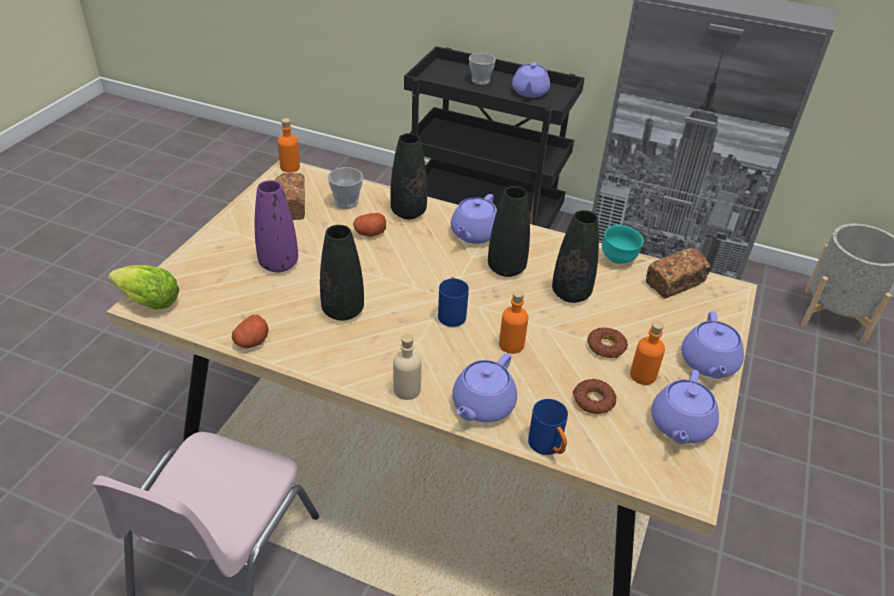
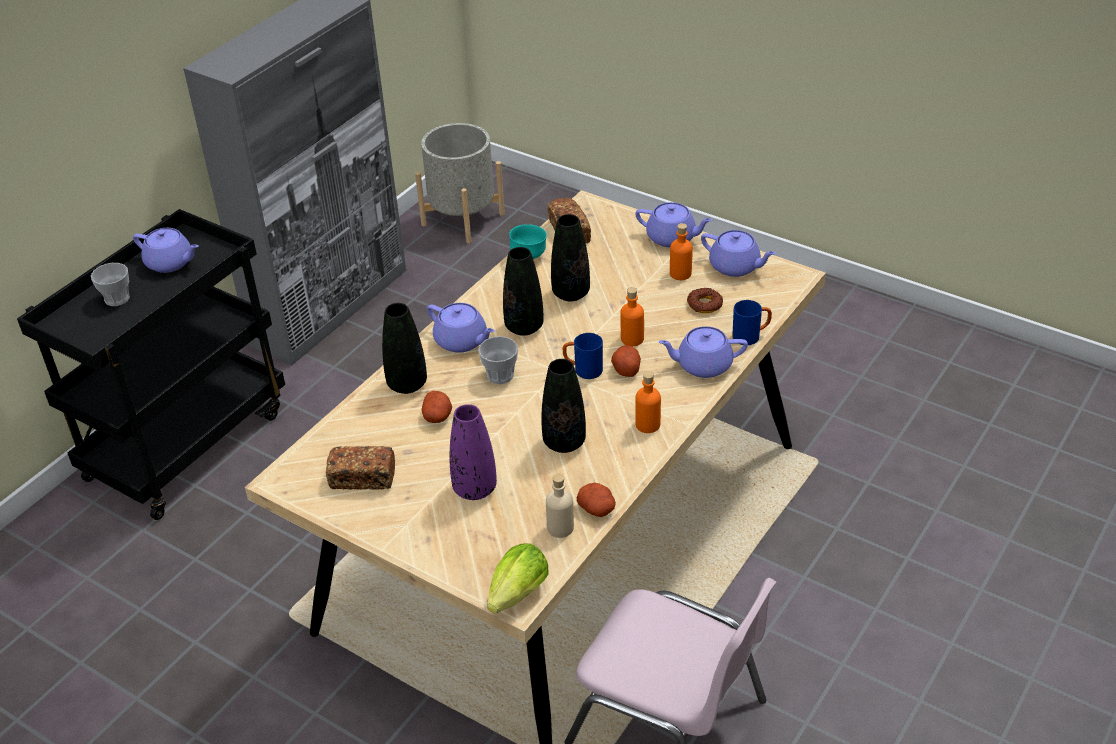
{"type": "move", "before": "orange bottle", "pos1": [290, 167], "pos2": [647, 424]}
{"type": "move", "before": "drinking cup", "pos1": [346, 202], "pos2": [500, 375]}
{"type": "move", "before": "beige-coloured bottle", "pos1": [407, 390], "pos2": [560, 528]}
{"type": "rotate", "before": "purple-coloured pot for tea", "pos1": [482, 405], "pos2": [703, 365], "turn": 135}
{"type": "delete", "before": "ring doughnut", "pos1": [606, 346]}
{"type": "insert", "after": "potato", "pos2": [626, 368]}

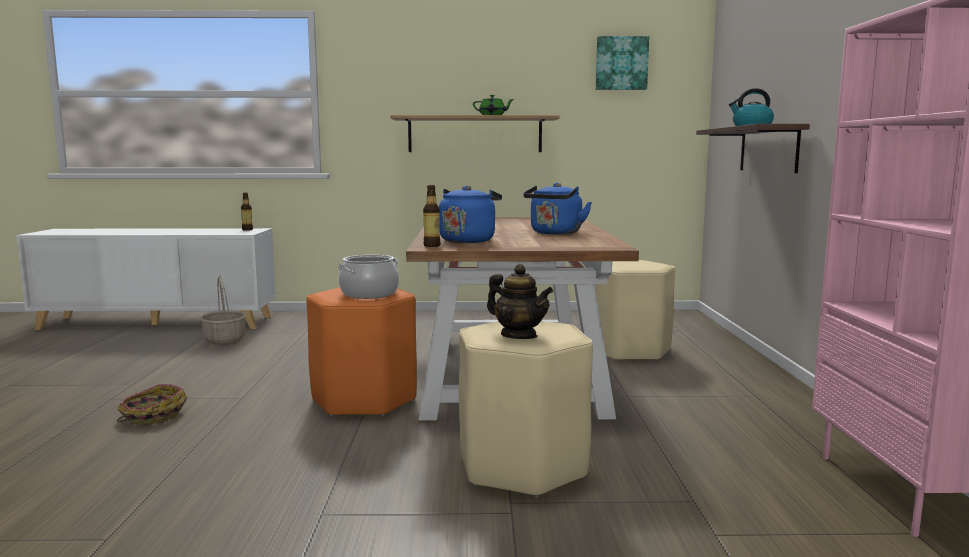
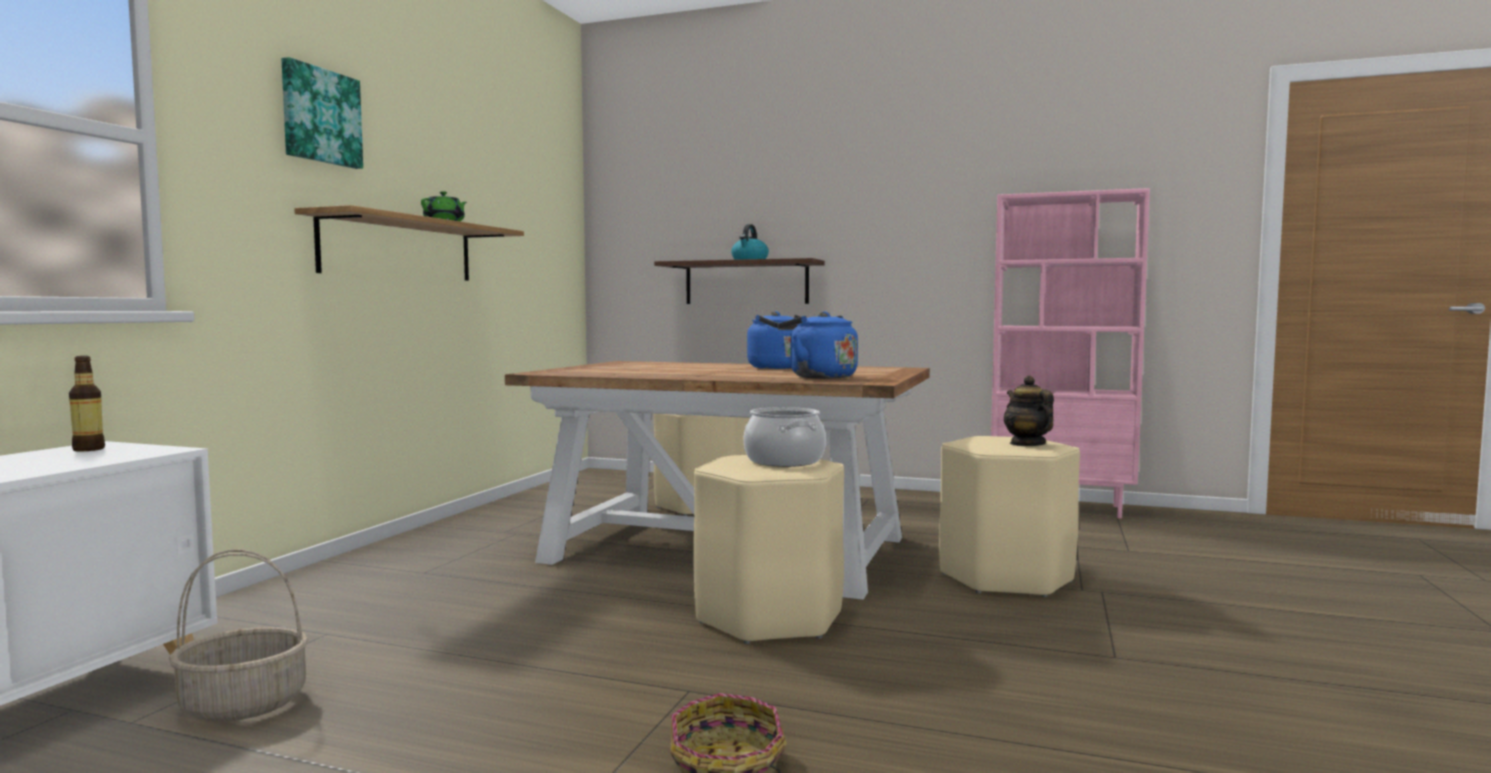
{"type": "recolor", "before": "orange stool seat", "after": "beige-coloured stool seat", "pos1": [364, 400], "pos2": [768, 617]}
{"type": "delete", "before": "bottle", "pos1": [432, 245]}
{"type": "rotate", "before": "pot for tea", "pos1": [519, 336], "pos2": [1027, 444], "turn": -75}
{"type": "move", "before": "wall picture", "pos1": [621, 63], "pos2": [320, 116]}

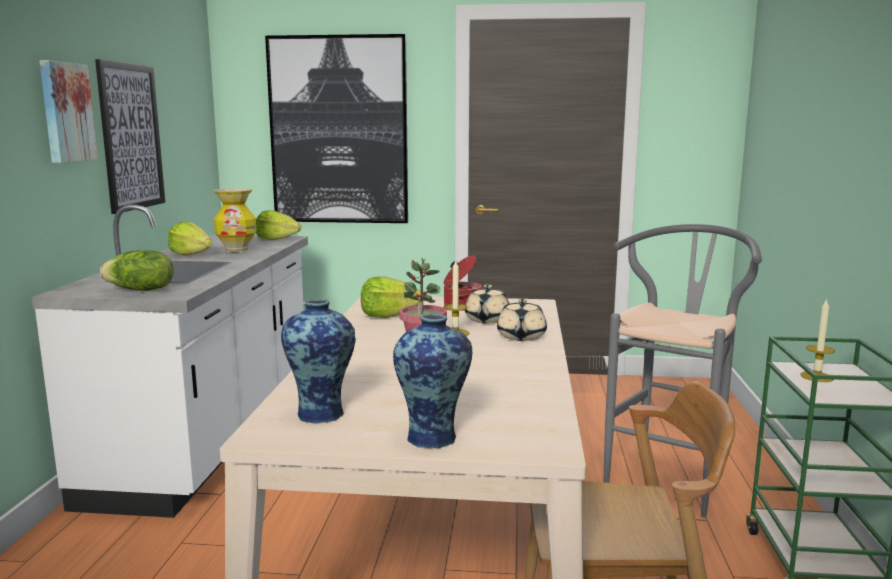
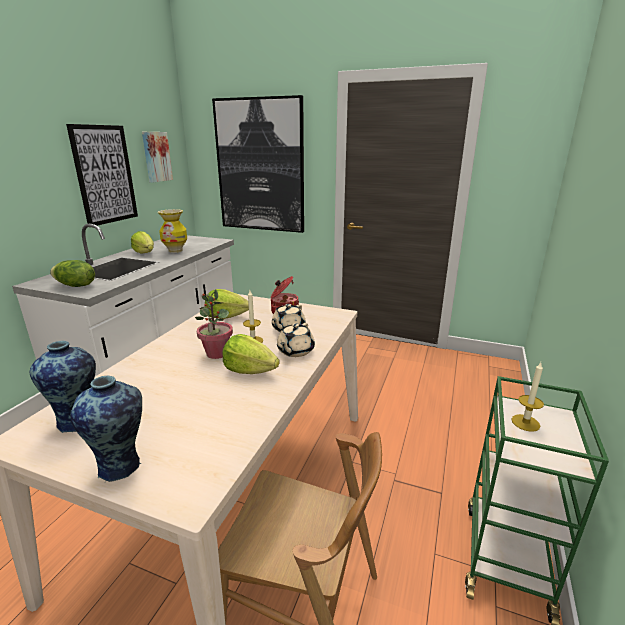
{"type": "move", "before": "wall picture", "pos1": [65, 112], "pos2": [156, 156]}
{"type": "move", "before": "head of lettuce", "pos1": [276, 239], "pos2": [249, 370]}
{"type": "delete", "before": "grey stool seat", "pos1": [670, 478]}

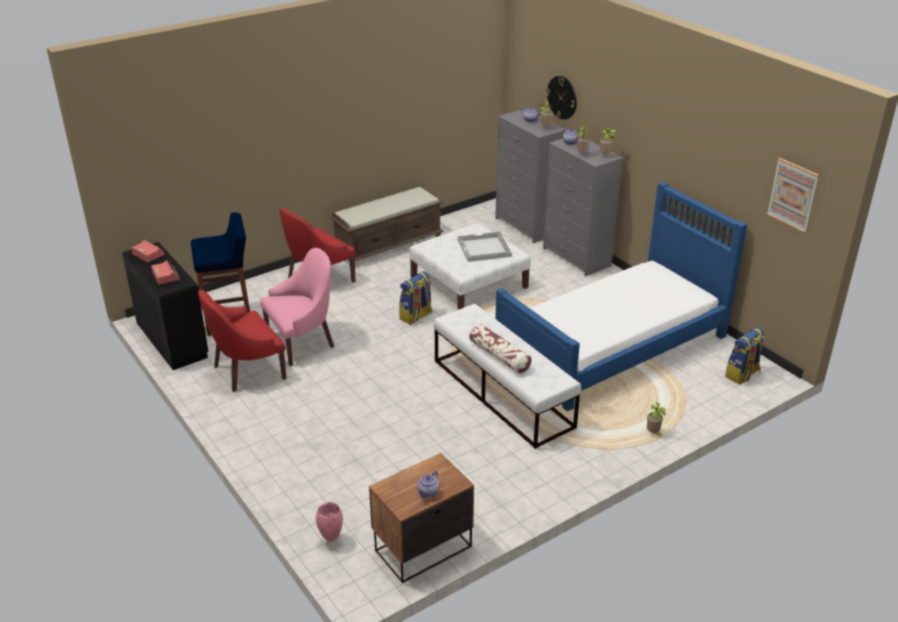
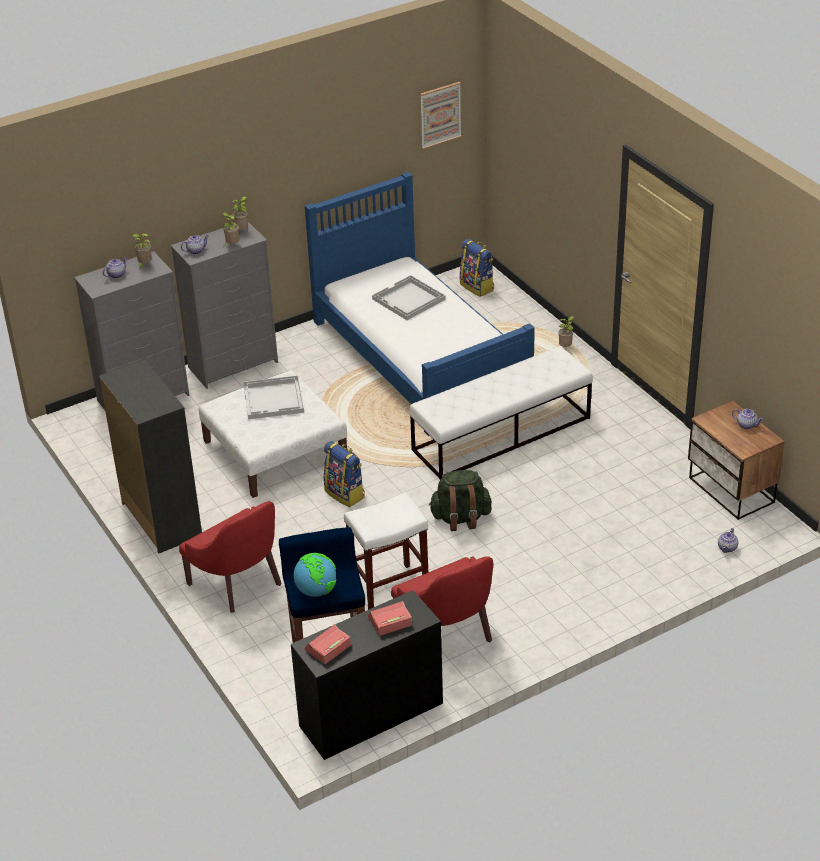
{"type": "replace", "before": "pink-coloured armchair", "after": "white-coloured stool seat", "pos1": [302, 342], "pos2": [390, 588]}
{"type": "replace", "before": "pink-coloured vase", "after": "pot for tea", "pos1": [330, 539], "pos2": [727, 548]}
{"type": "replace", "before": "brown-coloured long seat", "after": "blackish chest of drawers", "pos1": [388, 245], "pos2": [161, 519]}
{"type": "delete", "before": "cushion", "pos1": [499, 356]}
{"type": "delete", "before": "hanging clock", "pos1": [562, 97]}
{"type": "insert", "after": "world globe", "pos2": [316, 591]}
{"type": "insert", "after": "white-coloured carrying tray", "pos2": [408, 299]}
{"type": "insert", "after": "greenish backpack", "pos2": [460, 518]}

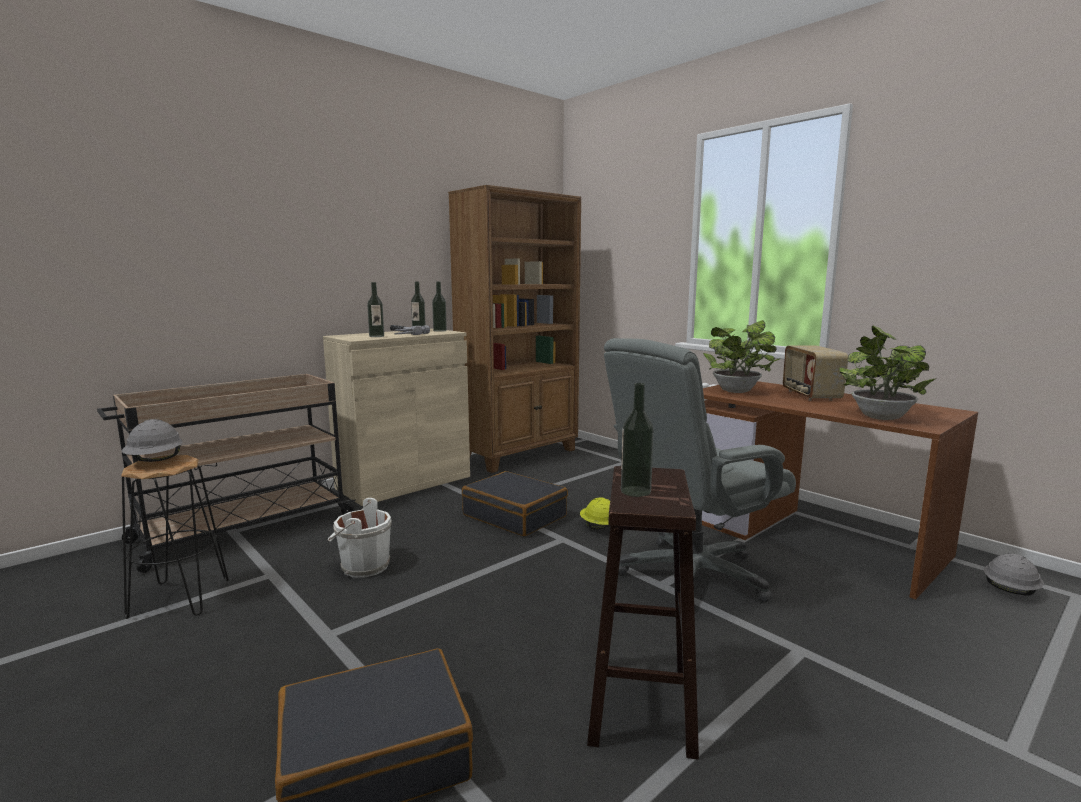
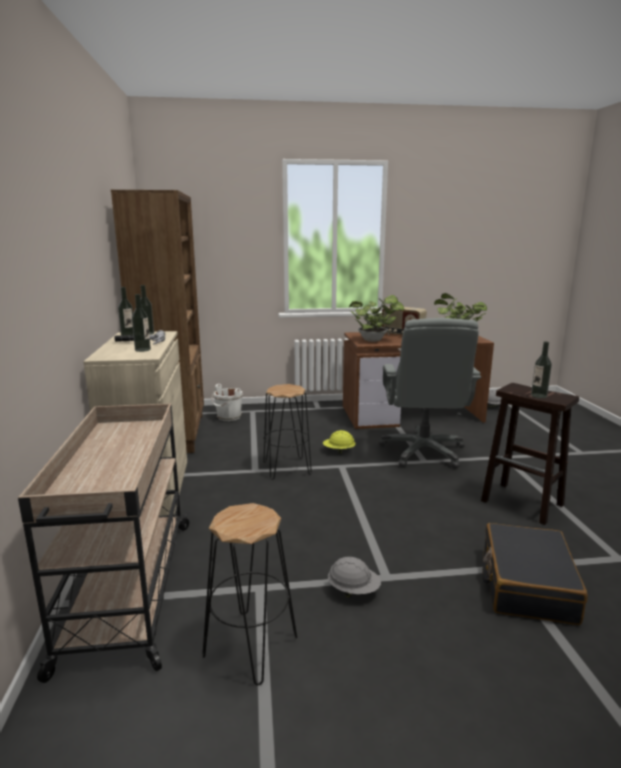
{"type": "move", "before": "grey work helmet", "pos1": [155, 461], "pos2": [353, 590]}
{"type": "move", "before": "white-coloured water bucket", "pos1": [363, 566], "pos2": [228, 417]}
{"type": "replace", "before": "blackish piece of luggage", "after": "blackish stool seat", "pos1": [515, 516], "pos2": [286, 468]}

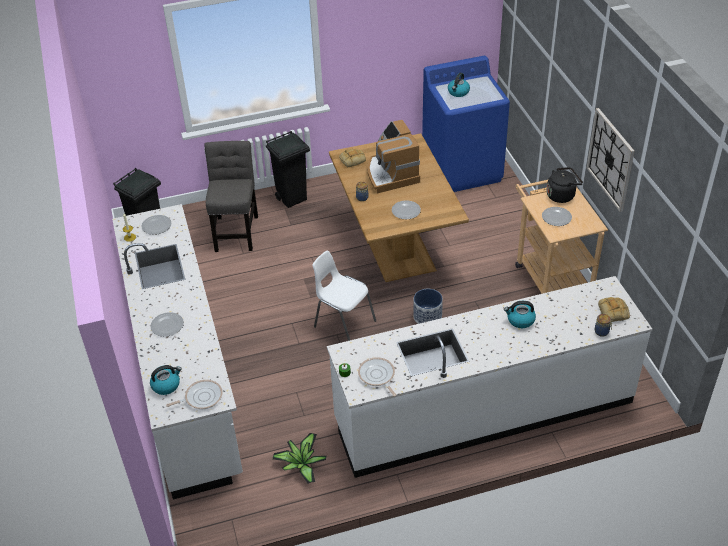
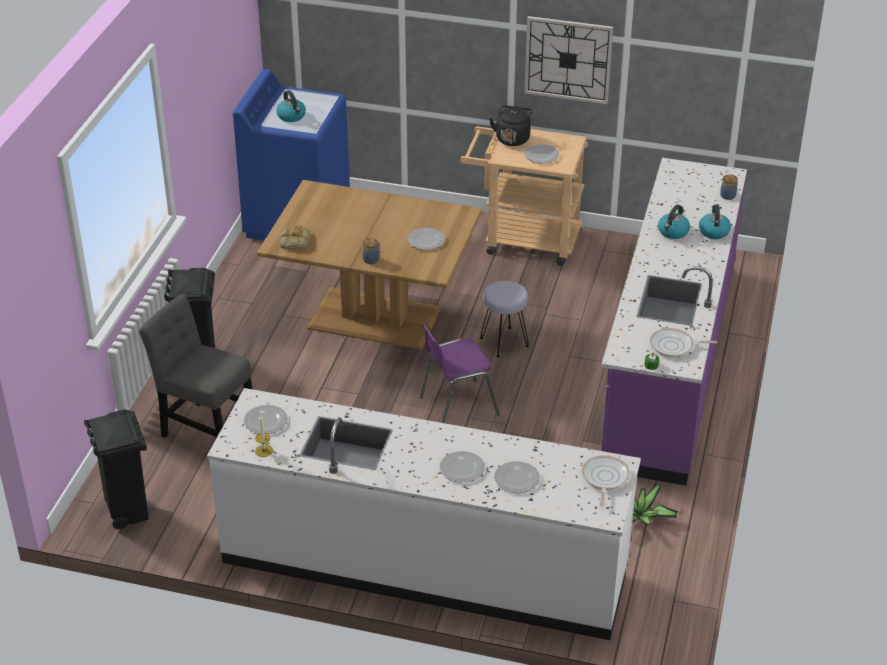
{"type": "move", "before": "water kettle", "pos1": [166, 385], "pos2": [713, 231]}
{"type": "recolor", "before": "white-coloured chair", "after": "purple-coloured chair", "pos1": [343, 323], "pos2": [456, 406]}
{"type": "recolor", "before": "white-coloured counter", "after": "purple-coloured counter", "pos1": [483, 411], "pos2": [668, 362]}
{"type": "delete", "before": "coffee brewer", "pos1": [391, 174]}
{"type": "replace", "before": "planter", "after": "grey stool seat", "pos1": [427, 317], "pos2": [504, 343]}
{"type": "delete", "before": "baked bread", "pos1": [614, 312]}
{"type": "insert", "after": "dinner plate", "pos2": [517, 479]}

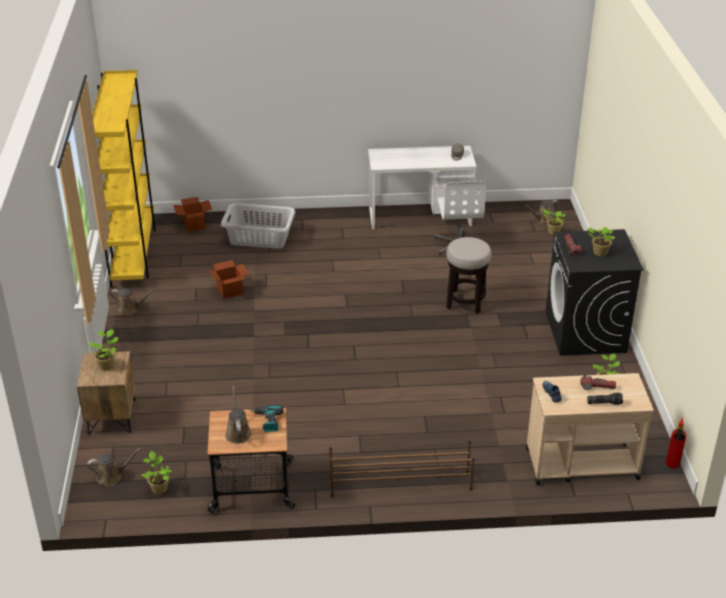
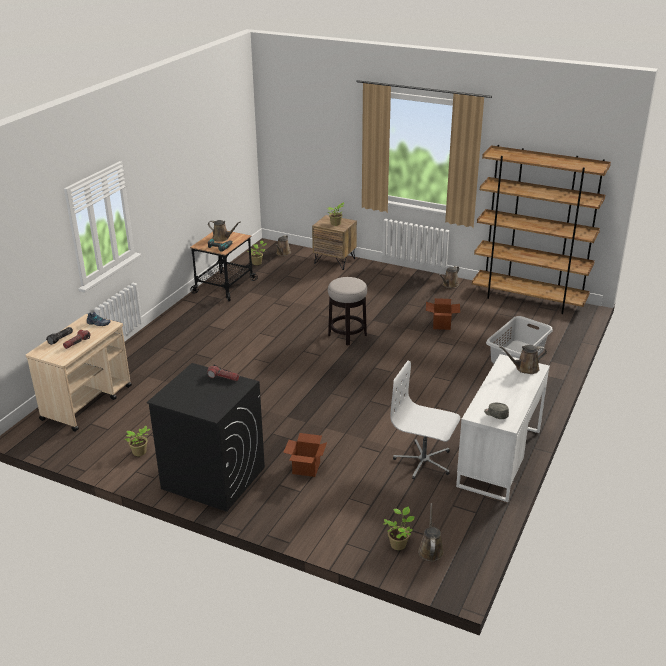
{"type": "recolor", "before": "yellow bookcase", "after": "brown-coloured bookcase", "pos1": [134, 254], "pos2": [528, 299]}
{"type": "move", "before": "packing box", "pos1": [194, 225], "pos2": [306, 468]}
{"type": "delete", "before": "brown-coloured shoe stand", "pos1": [400, 483]}
{"type": "move", "before": "stool seat", "pos1": [465, 302], "pos2": [347, 335]}
{"type": "delete", "before": "plant in a pot", "pos1": [599, 253]}
{"type": "delete", "before": "fire extinguisher", "pos1": [672, 467]}
{"type": "insert", "after": "brown-coloured sprinkling can", "pos2": [525, 368]}

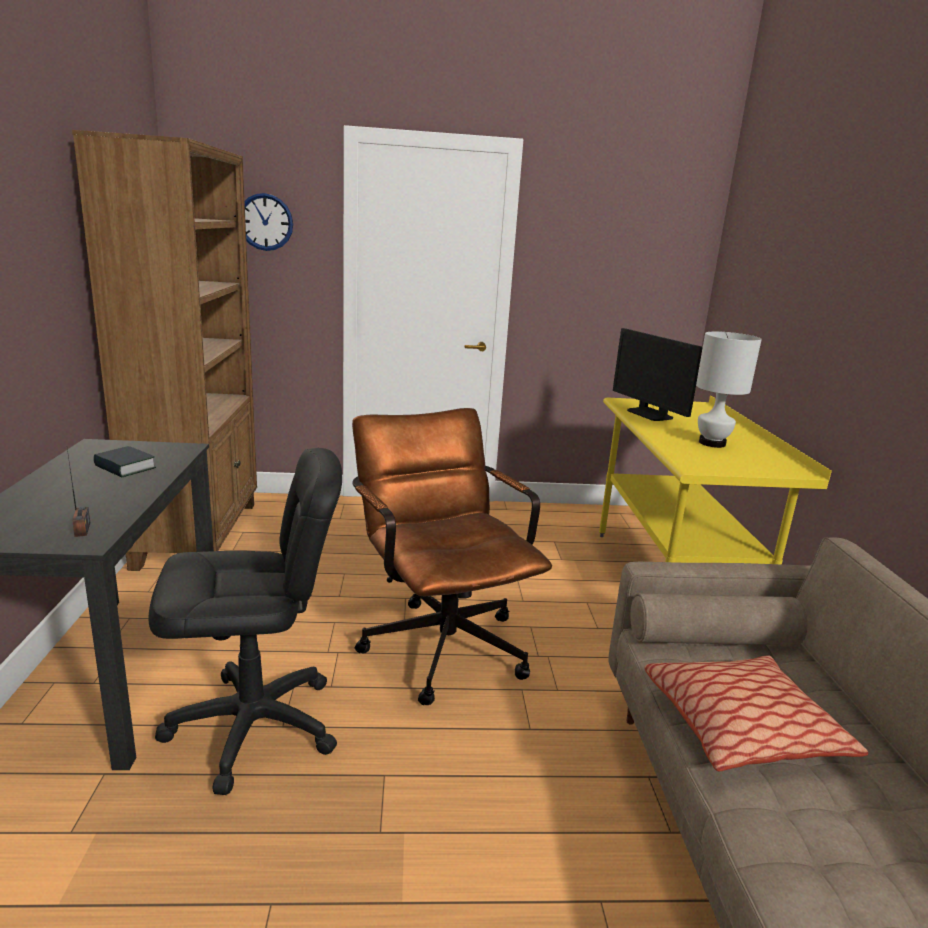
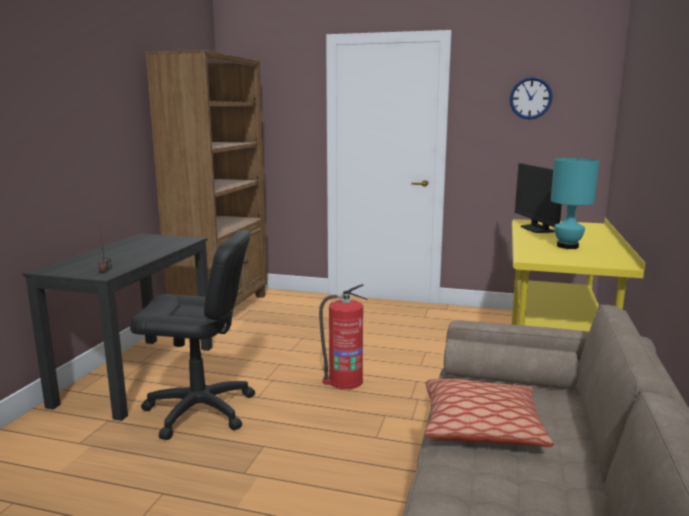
{"type": "delete", "before": "volume", "pos1": [125, 467]}
{"type": "move", "before": "hanging clock", "pos1": [265, 222], "pos2": [530, 98]}
{"type": "replace", "before": "brown-coloured computer chair", "after": "fire extinguisher", "pos1": [439, 640], "pos2": [344, 381]}
{"type": "recolor", "before": "white-coloured table lamp", "after": "blue-green table lamp", "pos1": [711, 443], "pos2": [567, 246]}

